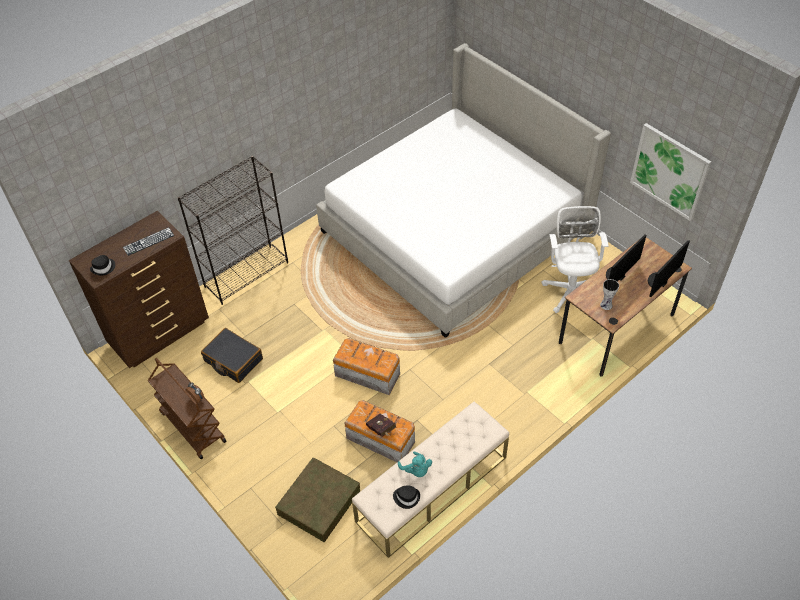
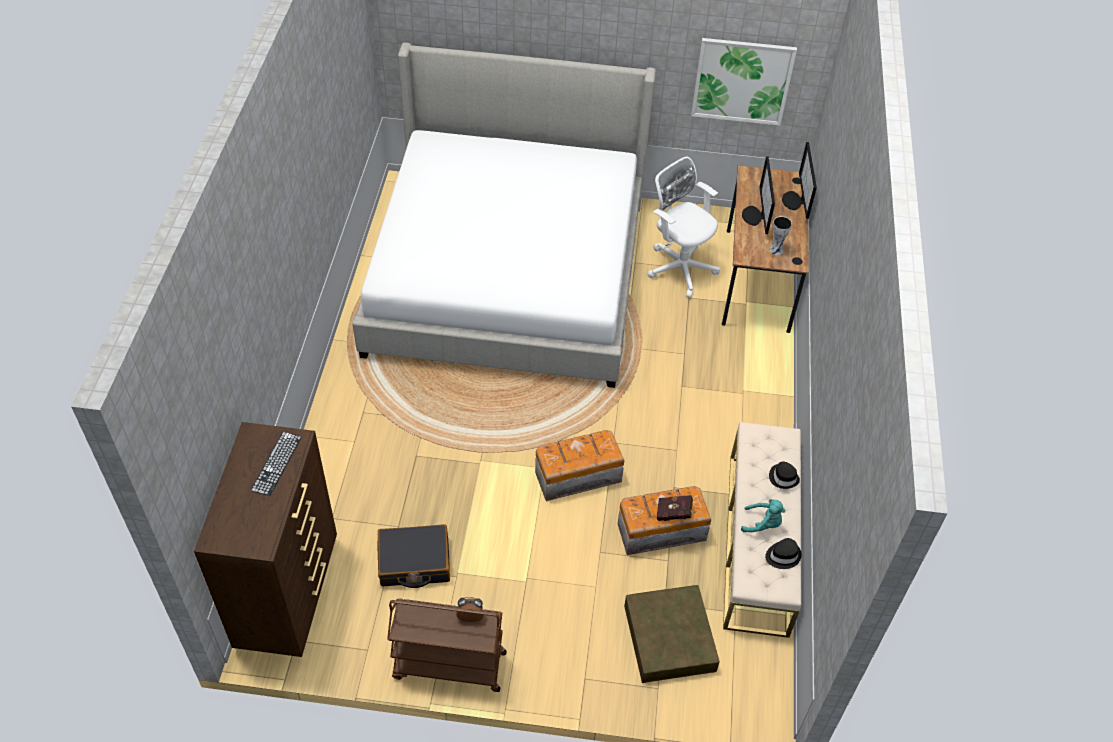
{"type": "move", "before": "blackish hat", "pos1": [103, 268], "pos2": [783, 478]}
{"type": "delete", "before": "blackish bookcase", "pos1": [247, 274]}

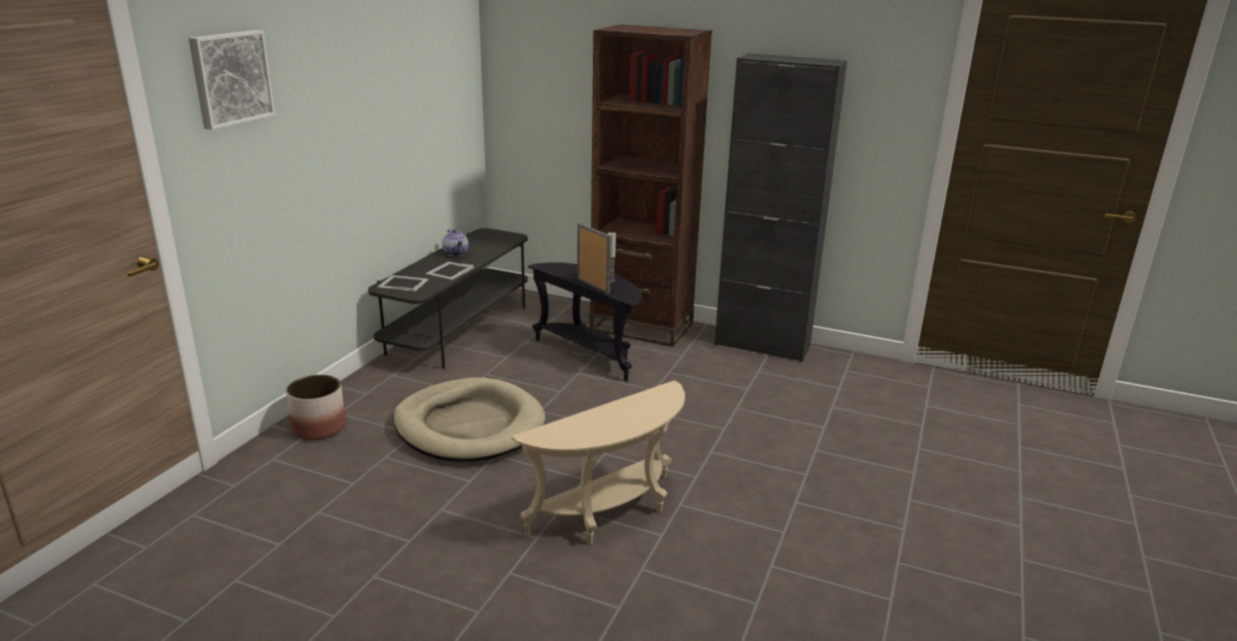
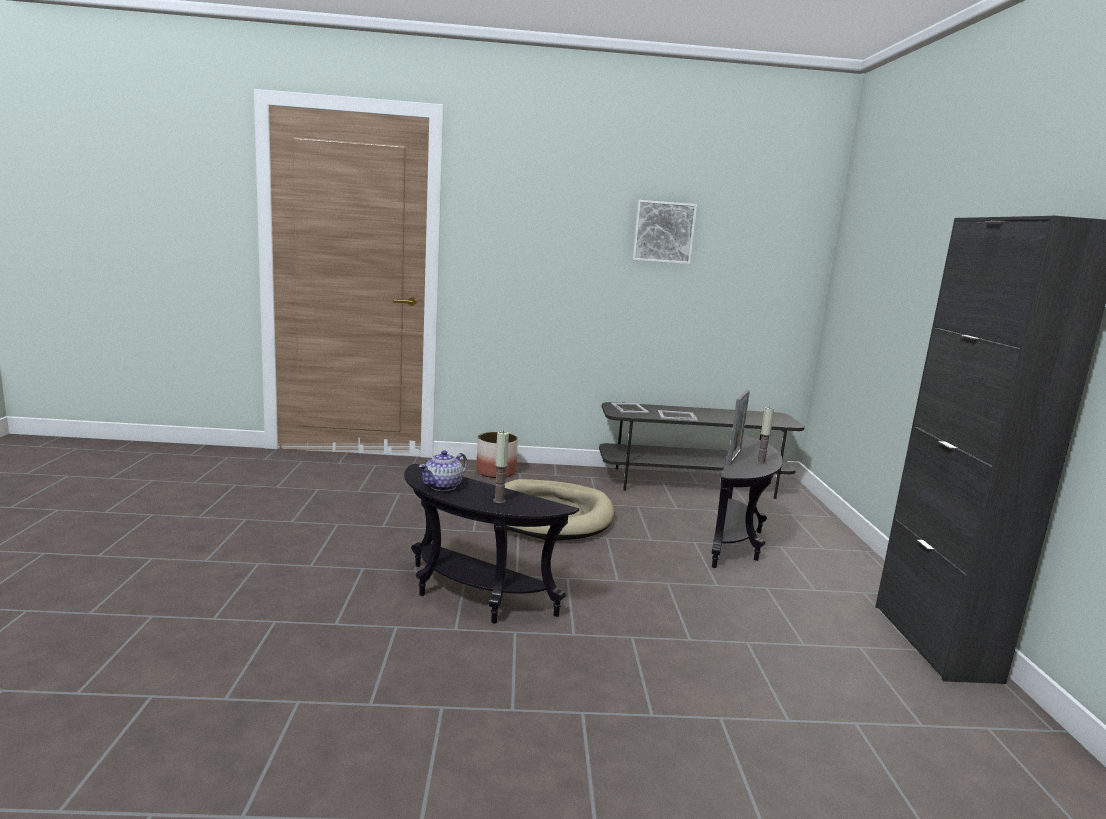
{"type": "move", "before": "wall picture", "pos1": [230, 78], "pos2": [663, 232]}
{"type": "move", "before": "pot for tea", "pos1": [456, 253], "pos2": [443, 486]}
{"type": "recolor", "before": "beige-coloured accent table", "after": "blackish accent table", "pos1": [611, 514], "pos2": [471, 597]}
{"type": "delete", "before": "brown-coloured bookcase", "pos1": [641, 326]}
{"type": "insert", "after": "wax light", "pos2": [499, 501]}

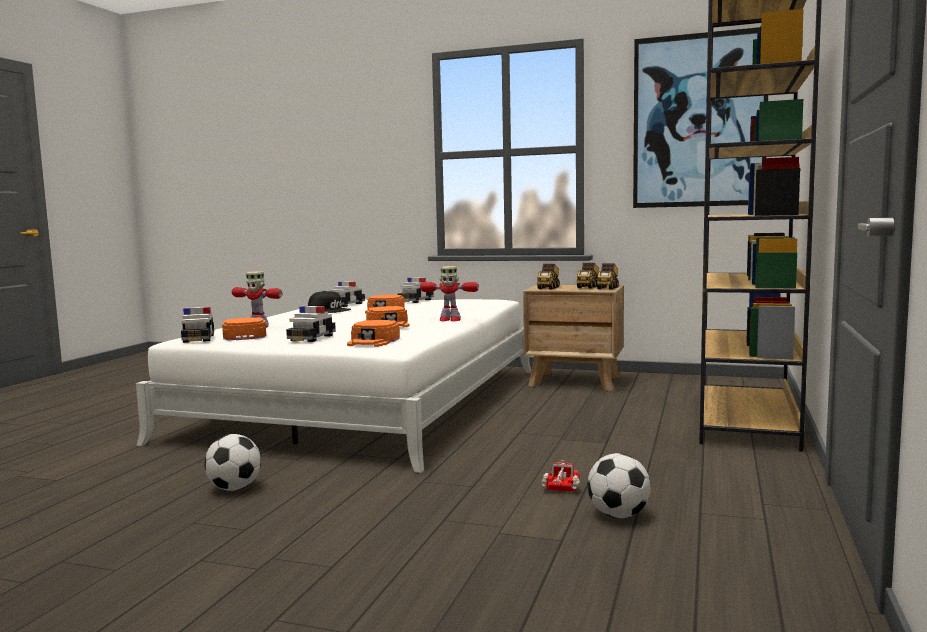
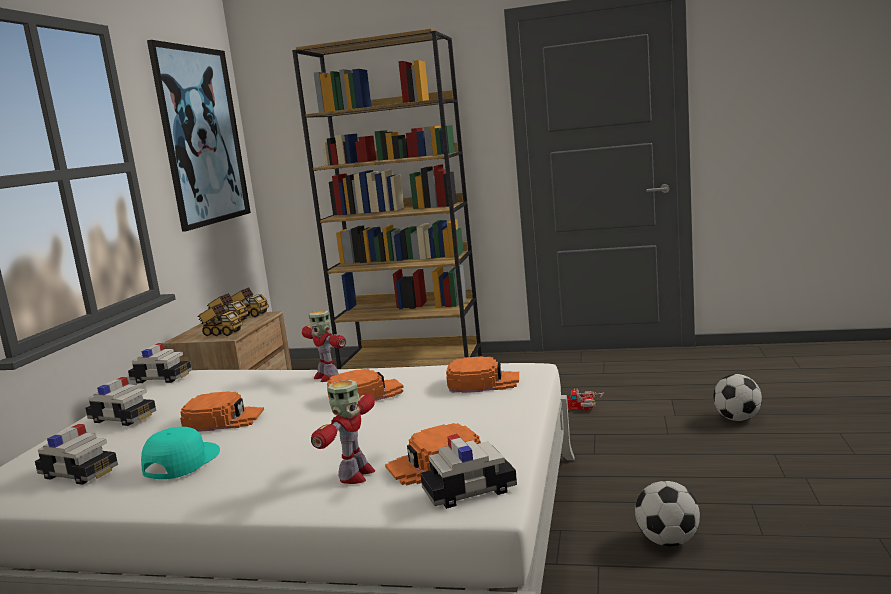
{"type": "move", "before": "model car", "pos1": [311, 338], "pos2": [162, 378]}
{"type": "recolor", "before": "blackish cap", "after": "blue-green cap", "pos1": [329, 310], "pos2": [181, 461]}
{"type": "rotate", "before": "toy robot", "pos1": [449, 320], "pos2": [326, 377], "turn": 135}
{"type": "move", "before": "football ball", "pos1": [617, 515], "pos2": [737, 419]}

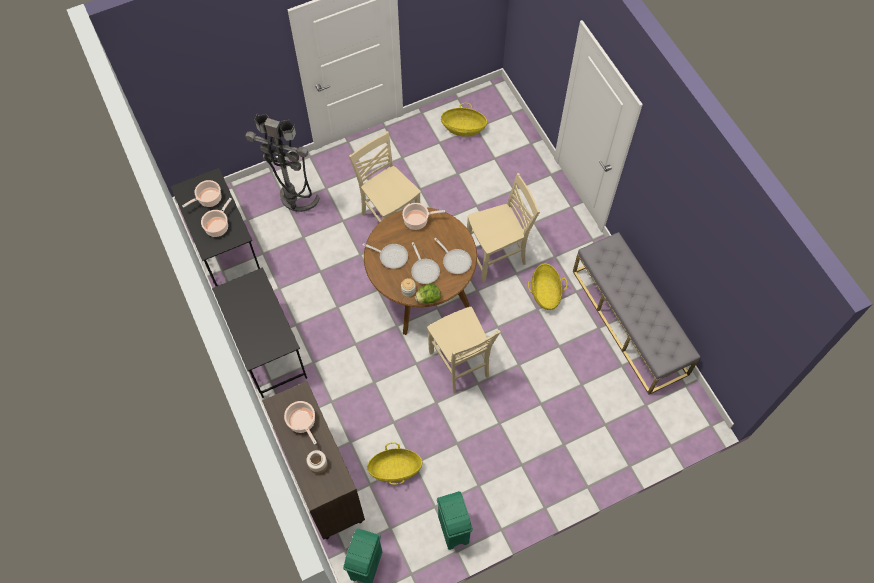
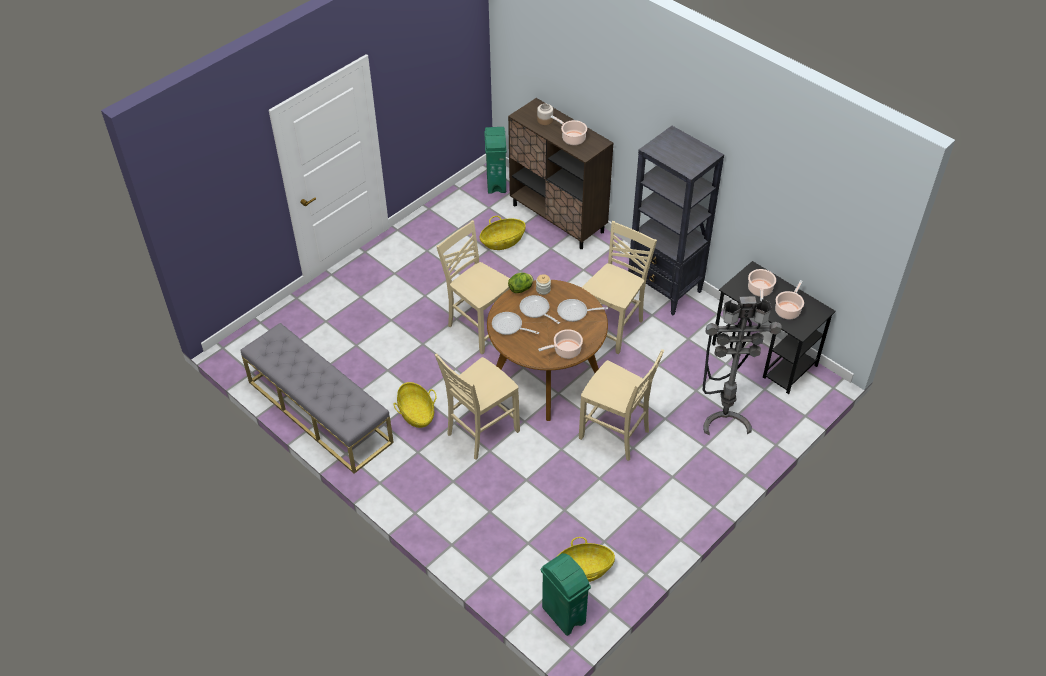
{"type": "replace", "before": "blackish desk", "after": "blackish bookcase", "pos1": [267, 349], "pos2": [665, 289]}
{"type": "move", "before": "greenish rubbish bin", "pos1": [453, 530], "pos2": [563, 614]}
{"type": "insert", "after": "beige-coloured chair", "pos2": [613, 328]}

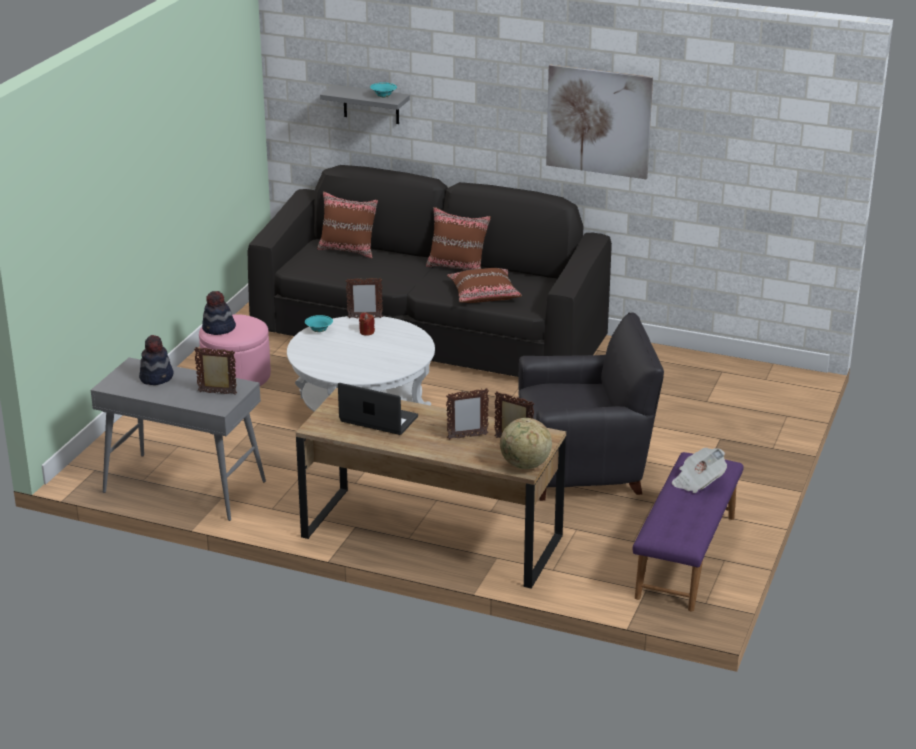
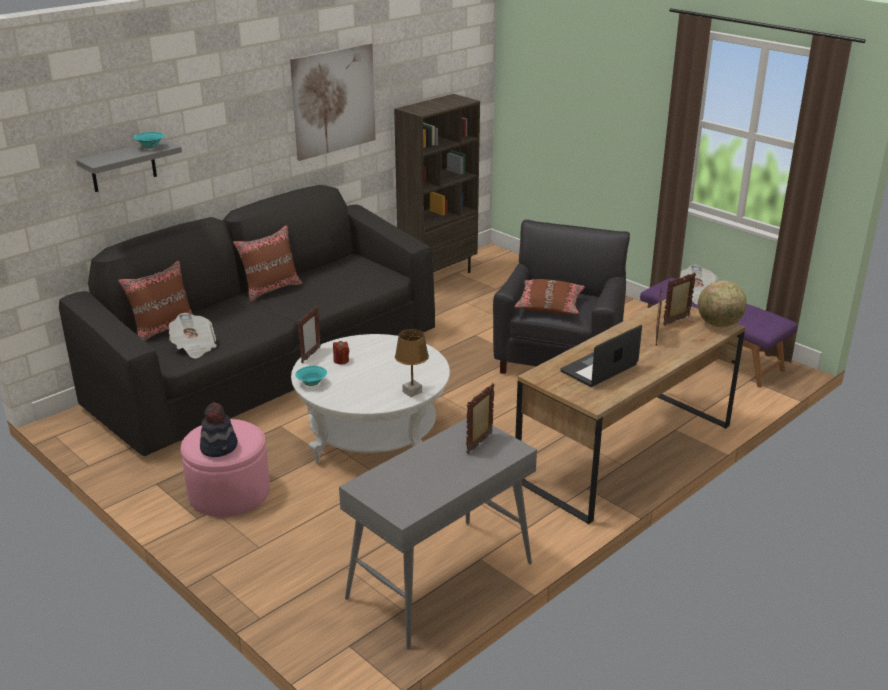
{"type": "delete", "before": "hat", "pos1": [157, 377]}
{"type": "move", "before": "brown-coloured cushion", "pos1": [483, 294], "pos2": [550, 305]}
{"type": "insert", "after": "newspaper", "pos2": [194, 347]}
{"type": "insert", "after": "brown-coloured bookcase", "pos2": [438, 276]}
{"type": "insert", "after": "brown-coloured table lamp", "pos2": [412, 392]}

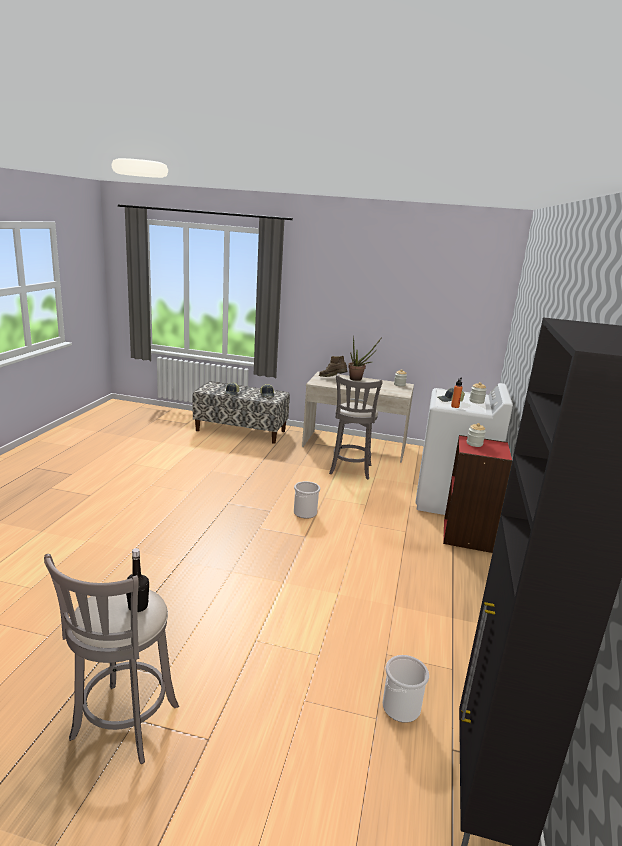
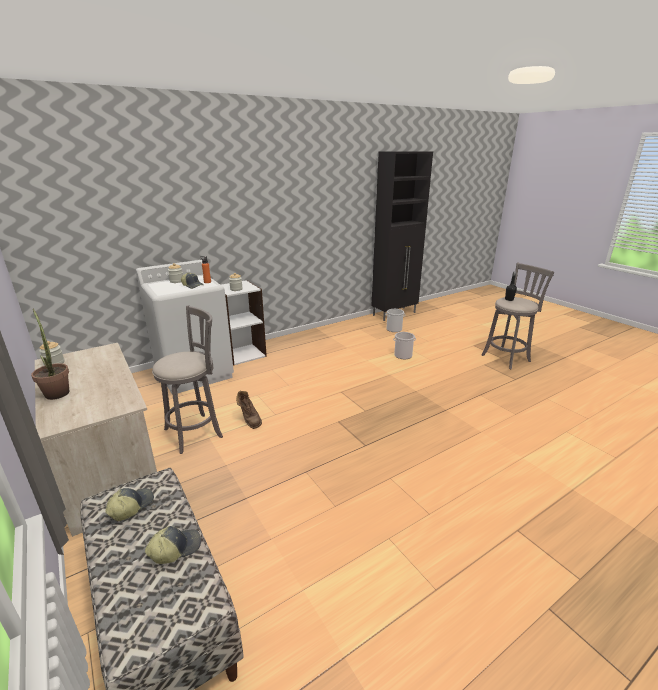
{"type": "move", "before": "water bucket", "pos1": [305, 513], "pos2": [403, 355]}
{"type": "move", "before": "brown-coloured tall boot", "pos1": [332, 378], "pos2": [249, 420]}
{"type": "recolor", "before": "red-coloured bookcase", "after": "white-coloured bookcase", "pos1": [468, 536], "pos2": [243, 354]}

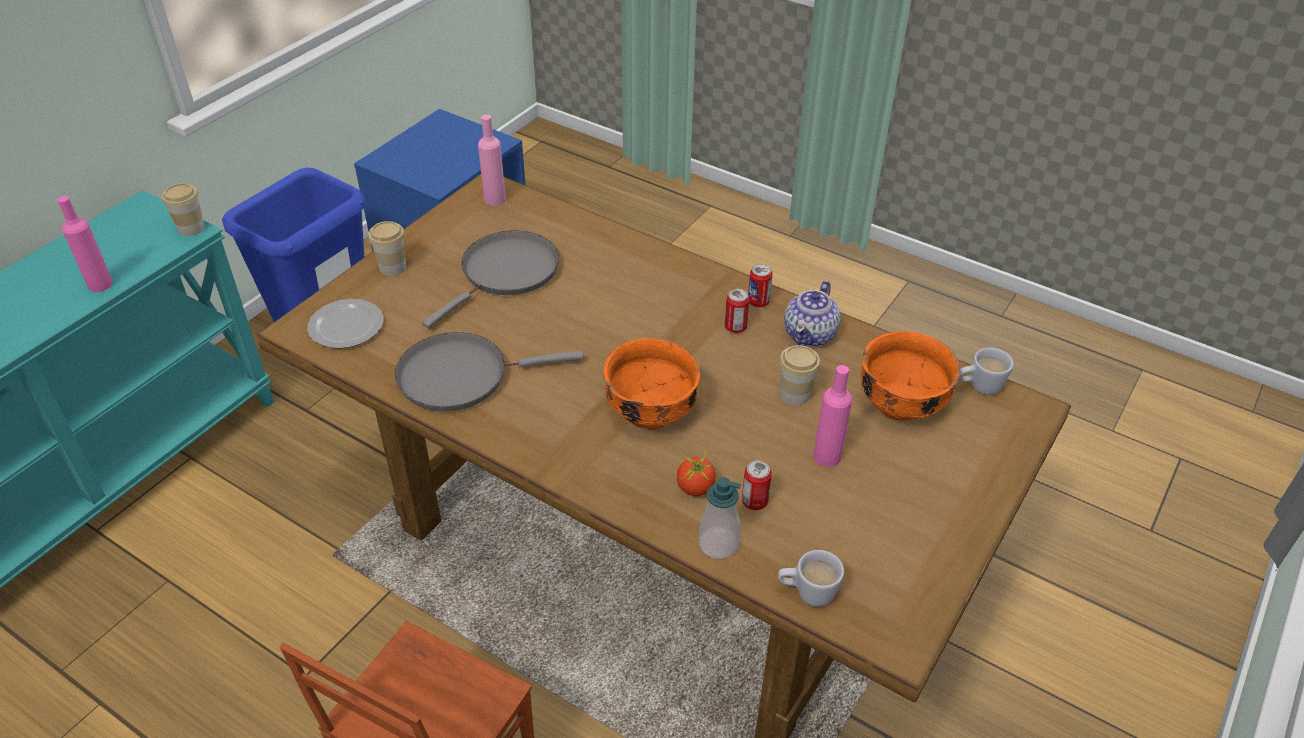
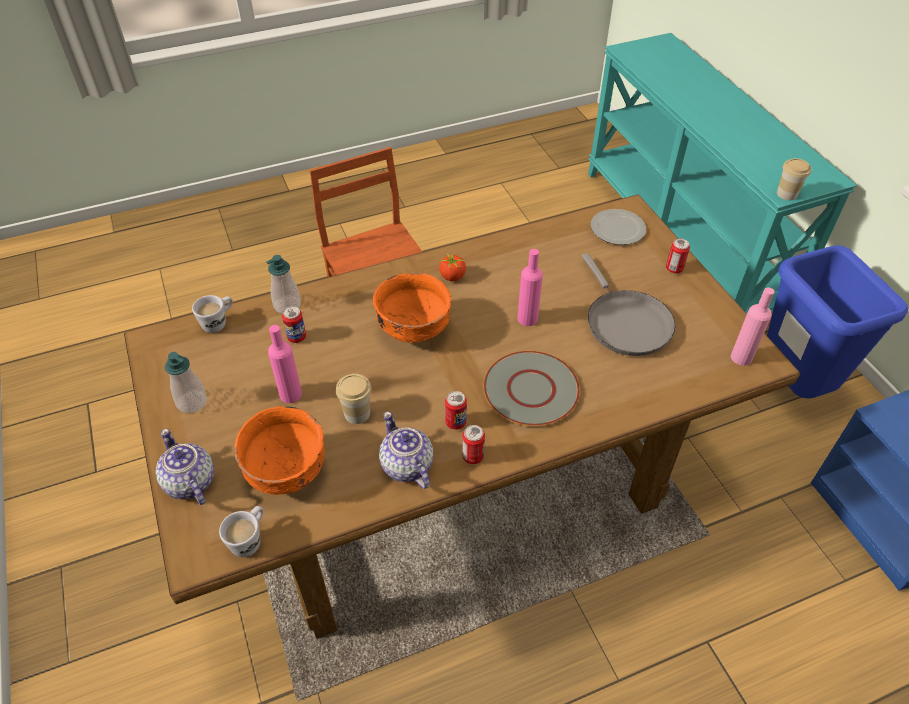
{"type": "move", "before": "pink-coloured bottle", "pos1": [100, 284], "pos2": [527, 318]}
{"type": "replace", "before": "drinking cup", "after": "sealed can", "pos1": [392, 267], "pos2": [674, 269]}
{"type": "delete", "before": "grey skillet", "pos1": [460, 376]}
{"type": "move", "before": "fresh tomato", "pos1": [695, 487], "pos2": [452, 277]}
{"type": "insert", "after": "pot for tea", "pos2": [190, 483]}
{"type": "insert", "after": "soap dispenser", "pos2": [192, 402]}
{"type": "insert", "after": "grey dinner plate", "pos2": [531, 390]}

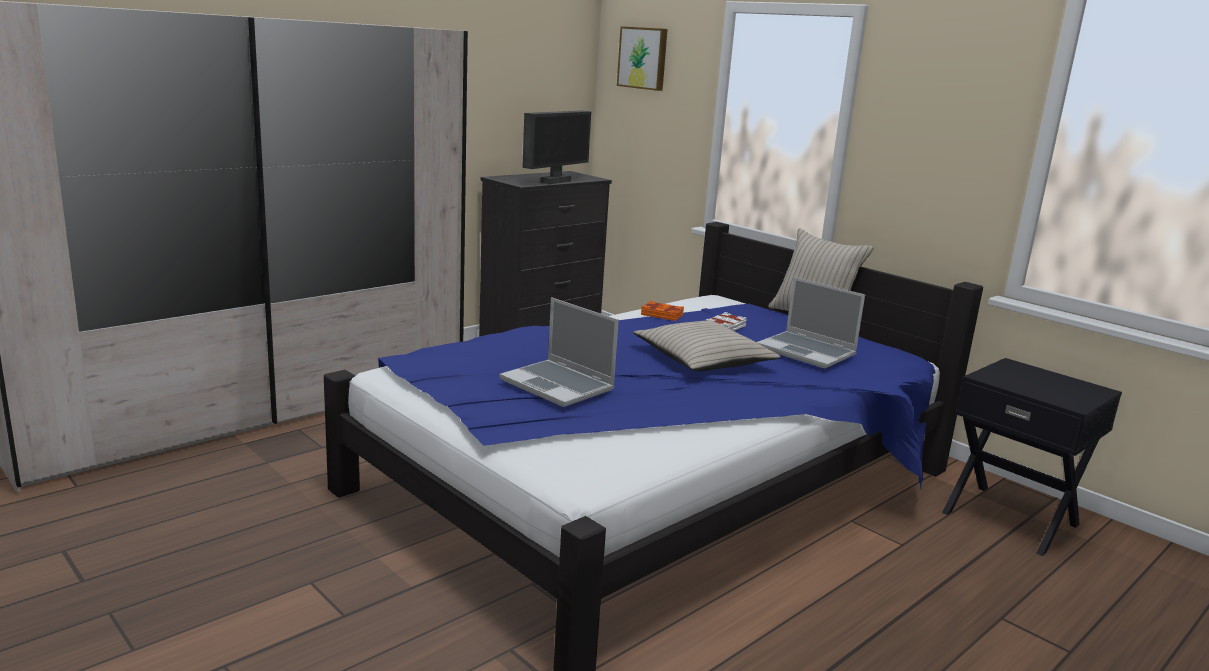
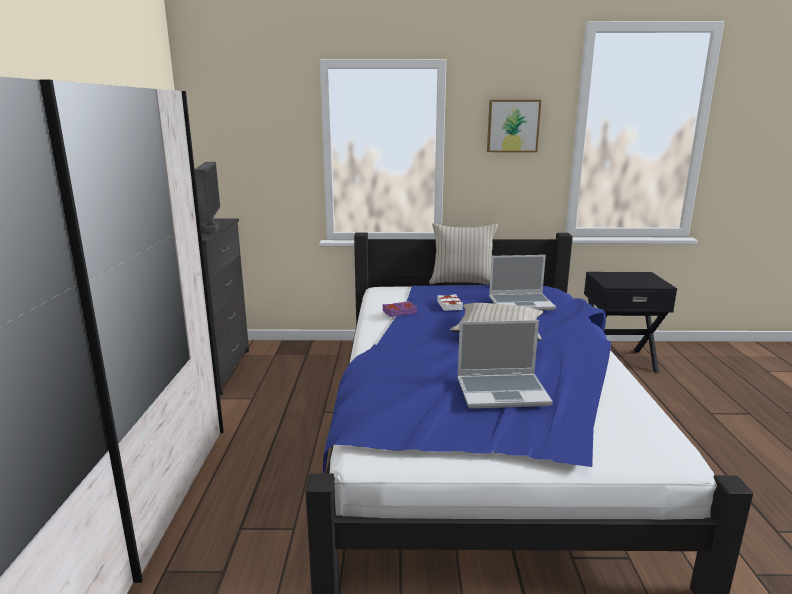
{"type": "move", "before": "wall picture", "pos1": [643, 58], "pos2": [513, 126]}
{"type": "recolor", "before": "orange volume", "after": "purple-coloured volume", "pos1": [662, 315], "pos2": [399, 312]}

